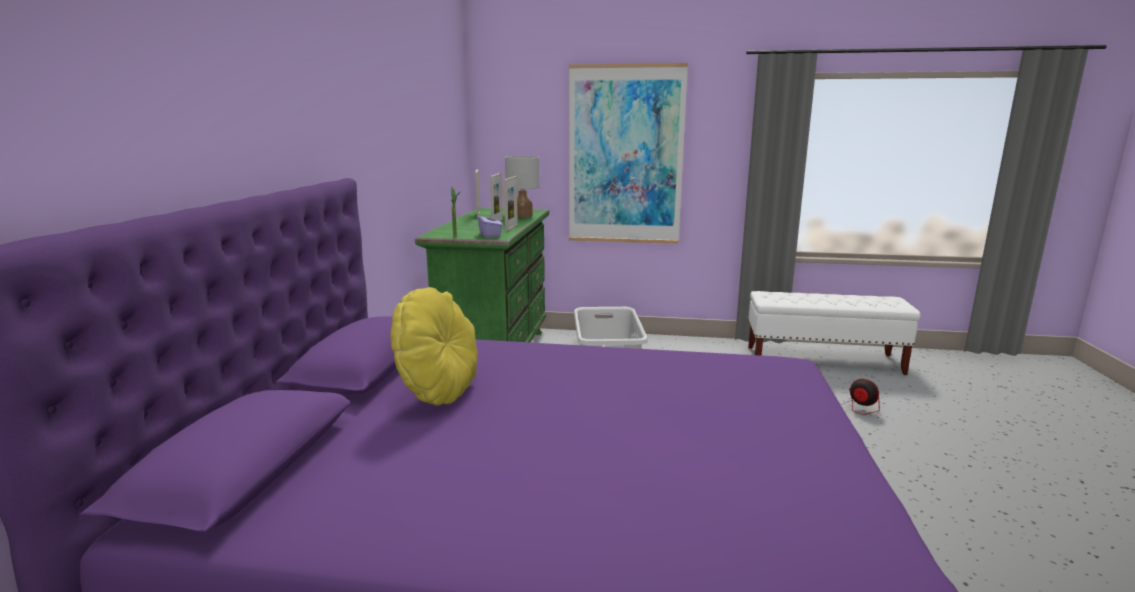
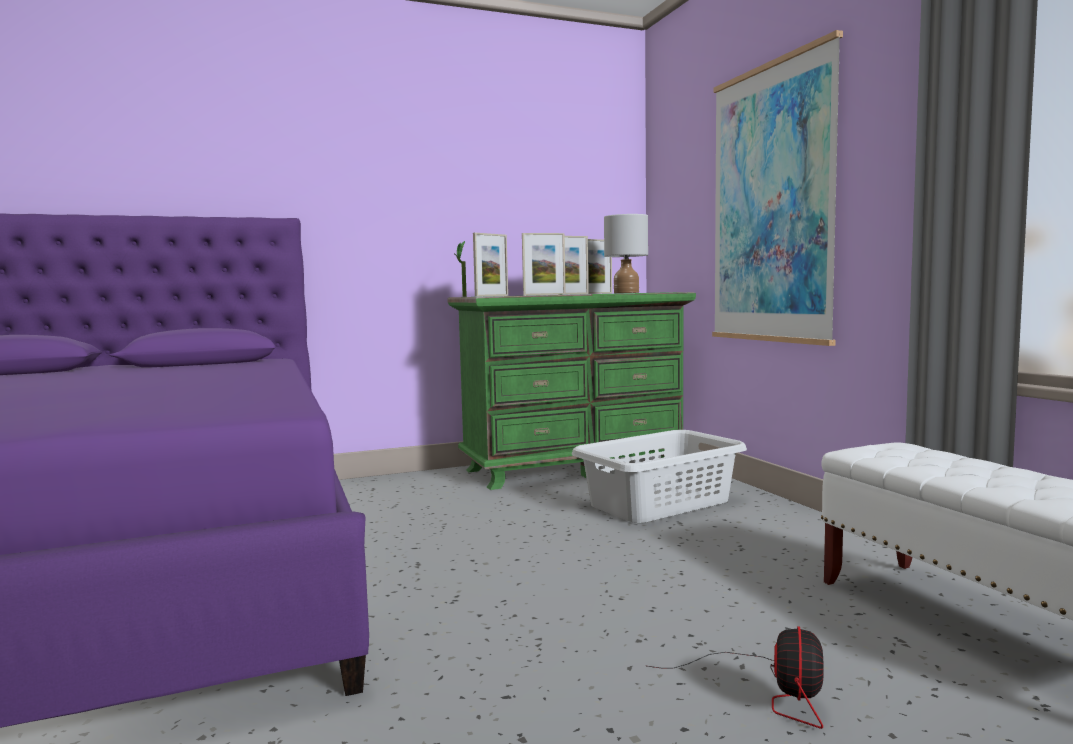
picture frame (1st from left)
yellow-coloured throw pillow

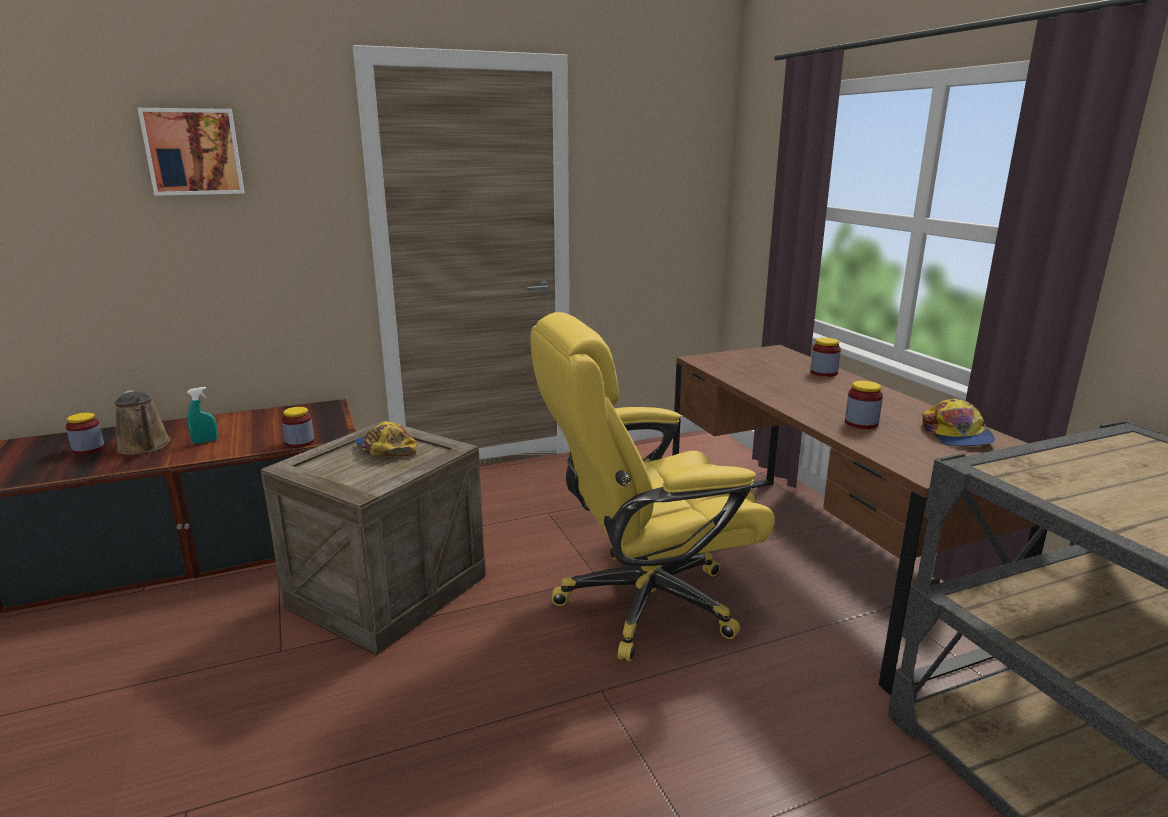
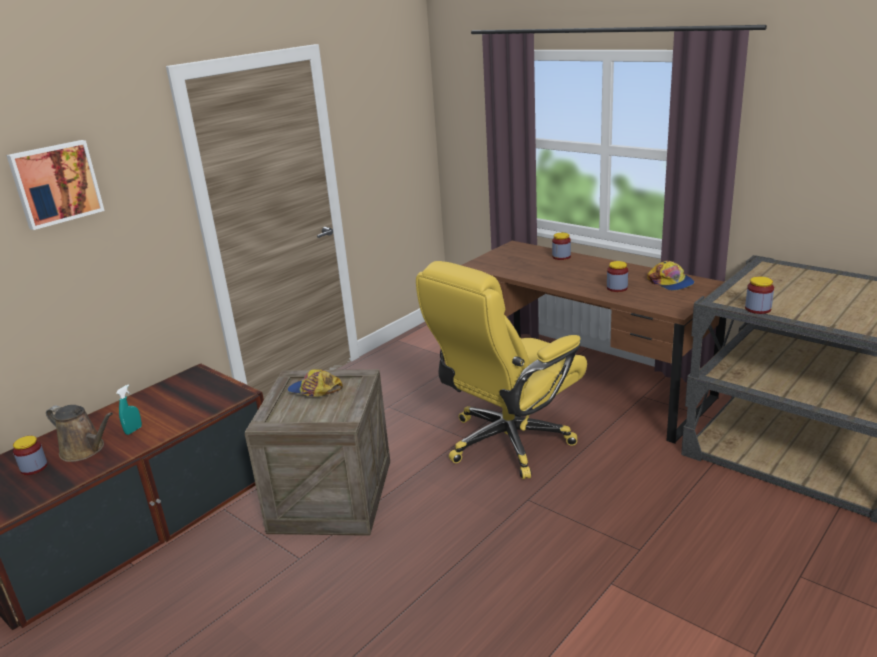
preserve jar (4th from left)

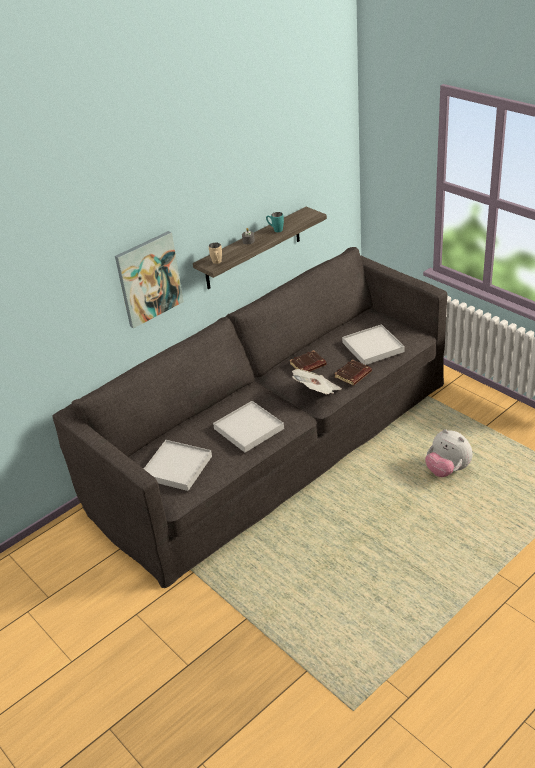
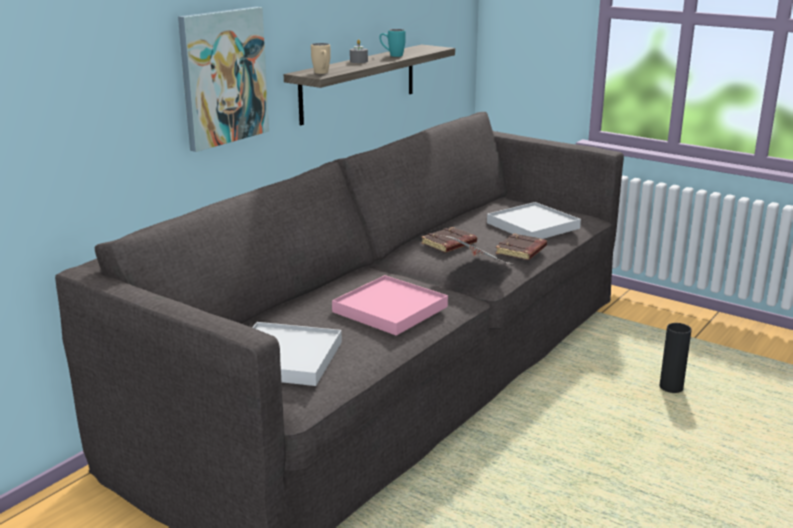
pink-coloured carrying tray
blackish decorative vase

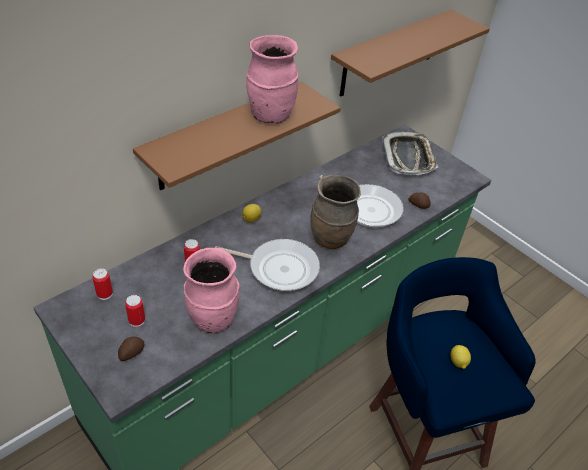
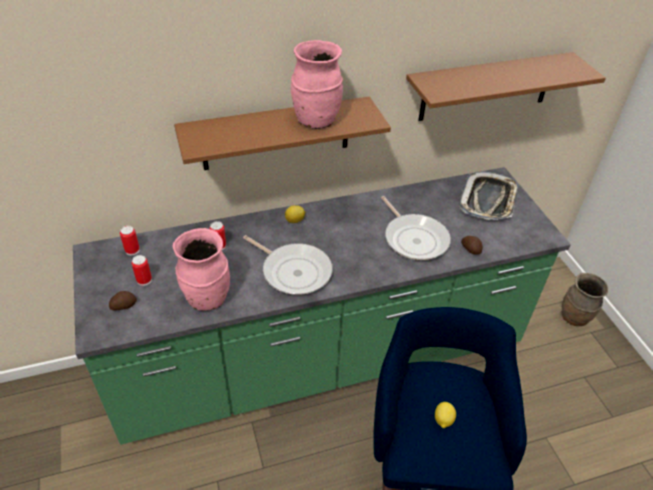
brown decorative vase

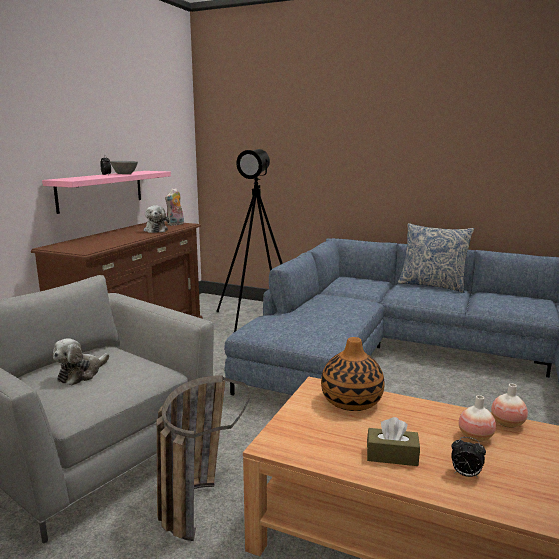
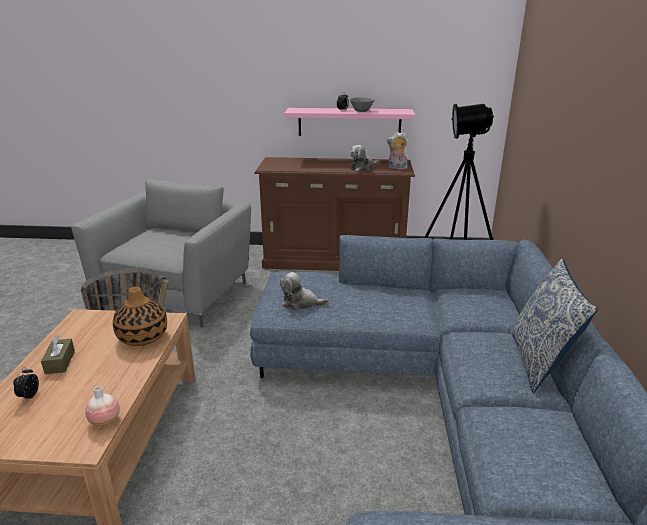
plush toy (1st from left)
decorative vase (2nd from left in the first image)

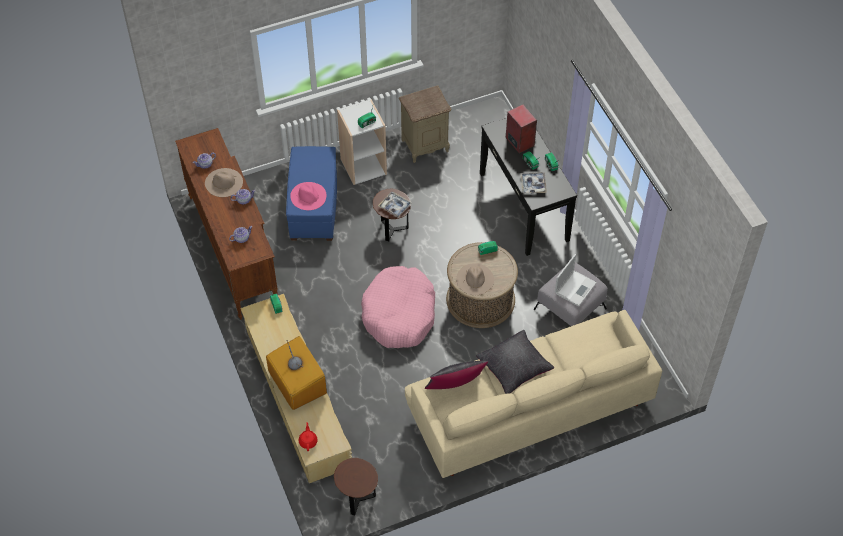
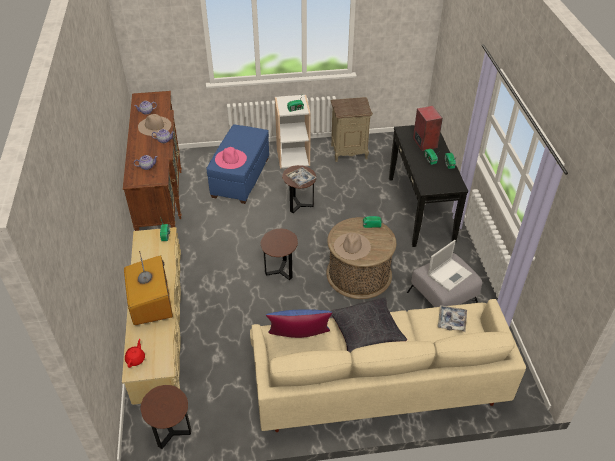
brown side table (2nd from left)
blue-coloured throw pillow
carrying tray (2nd from left)

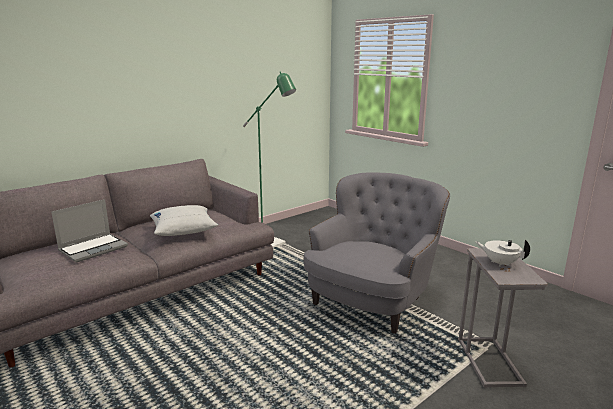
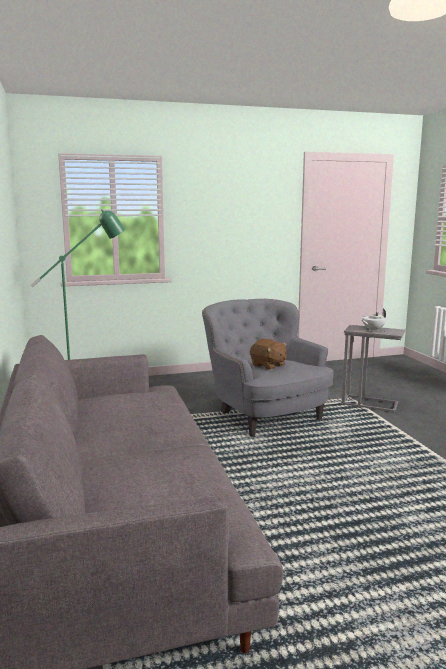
brown plush toy
notebook computer
gray throw pillow

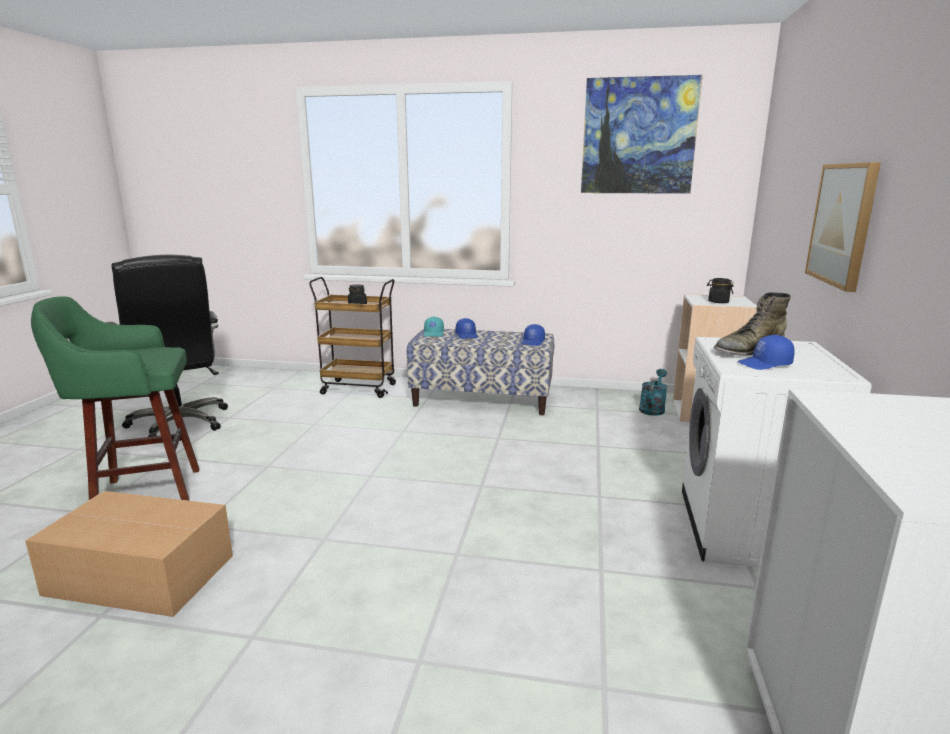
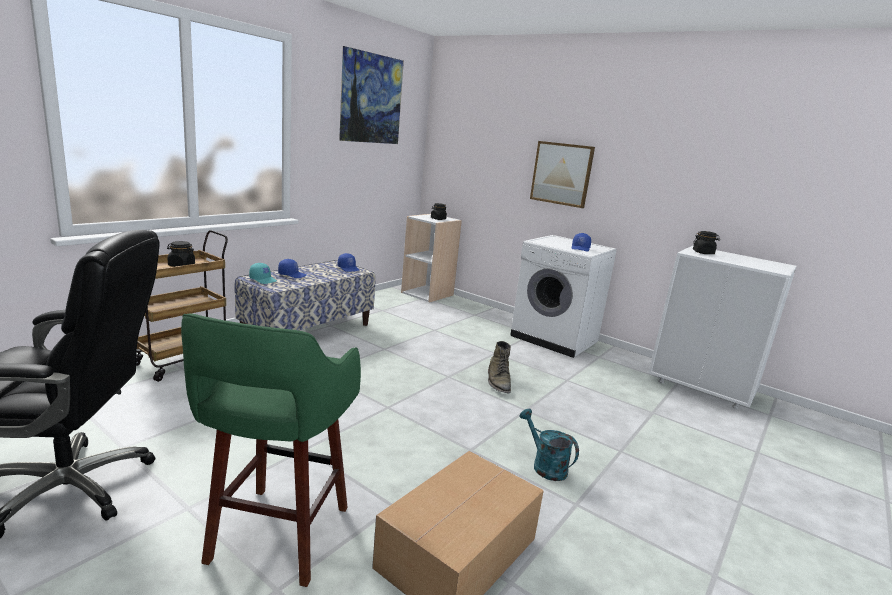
green-coloured tall boot
blue-green watering can
blackish preserve jar (3rd from left)

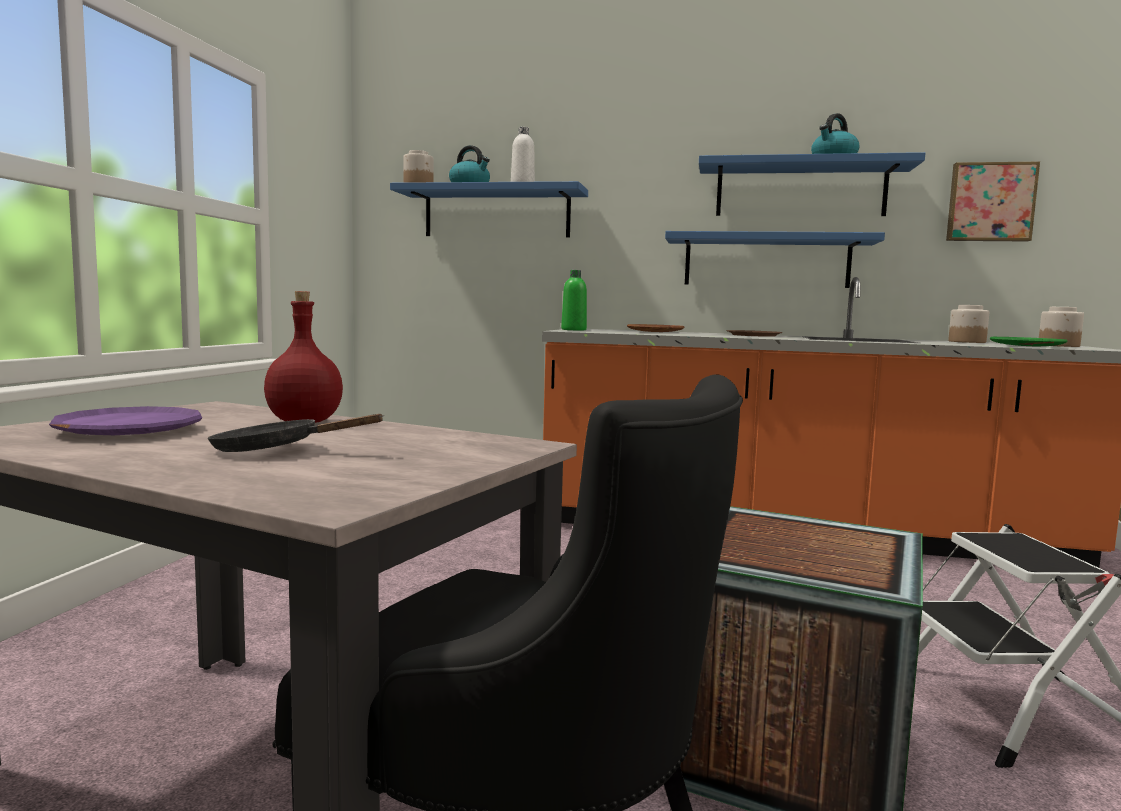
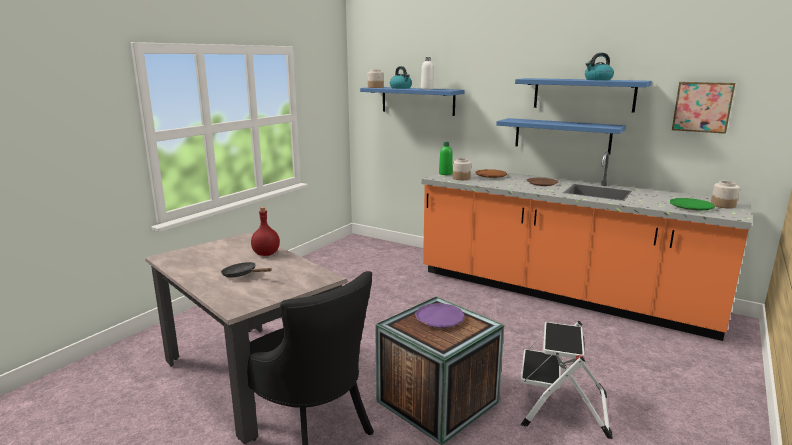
purplish flat dish
preserve jar (2nd from left)

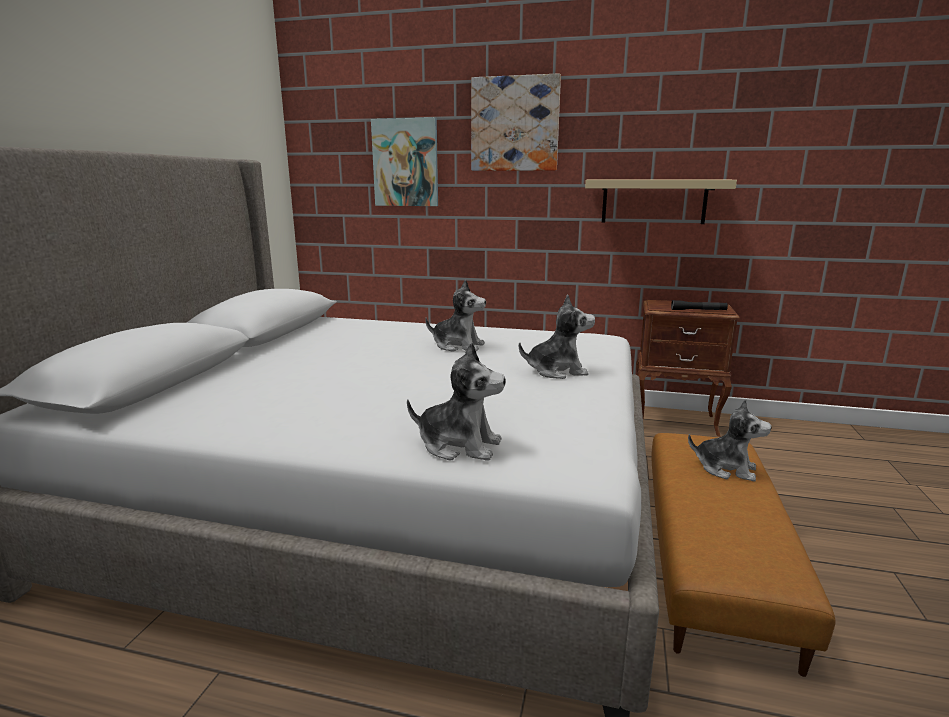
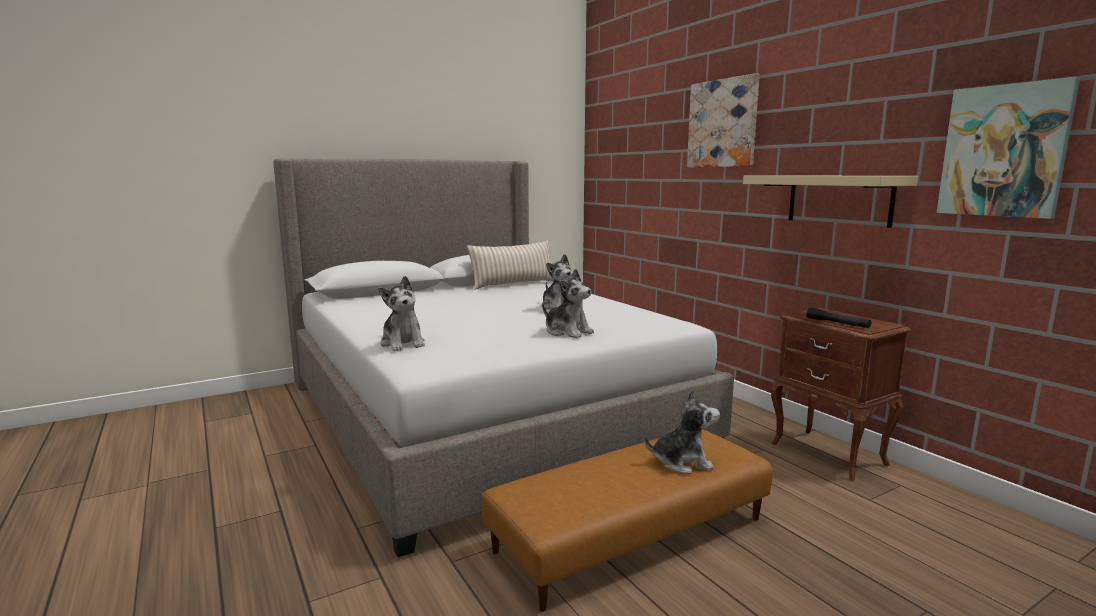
beige throw pillow
plush toy (4th from left)
picture (2nd from left)

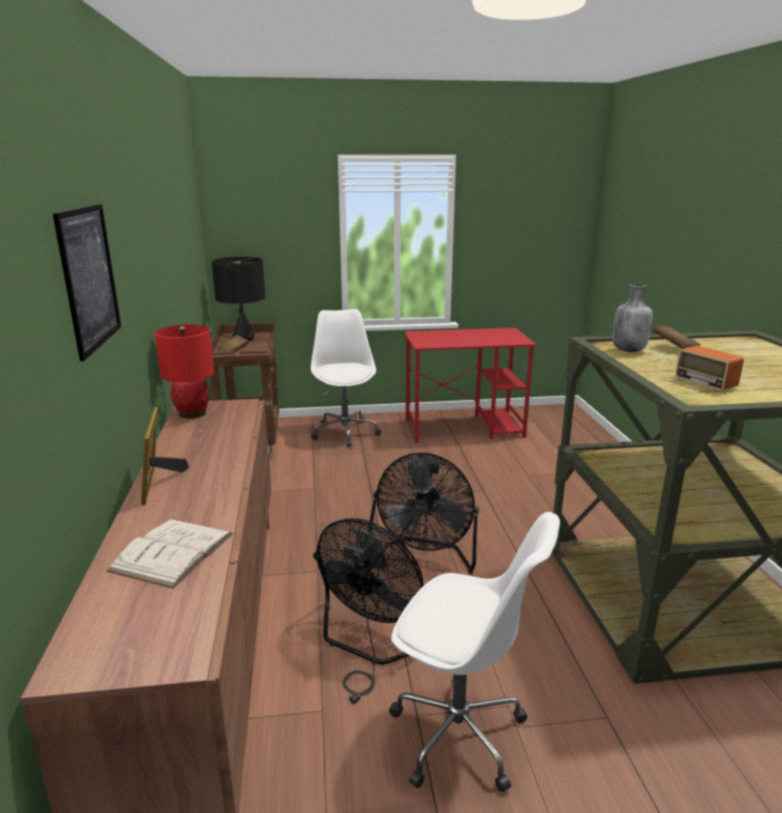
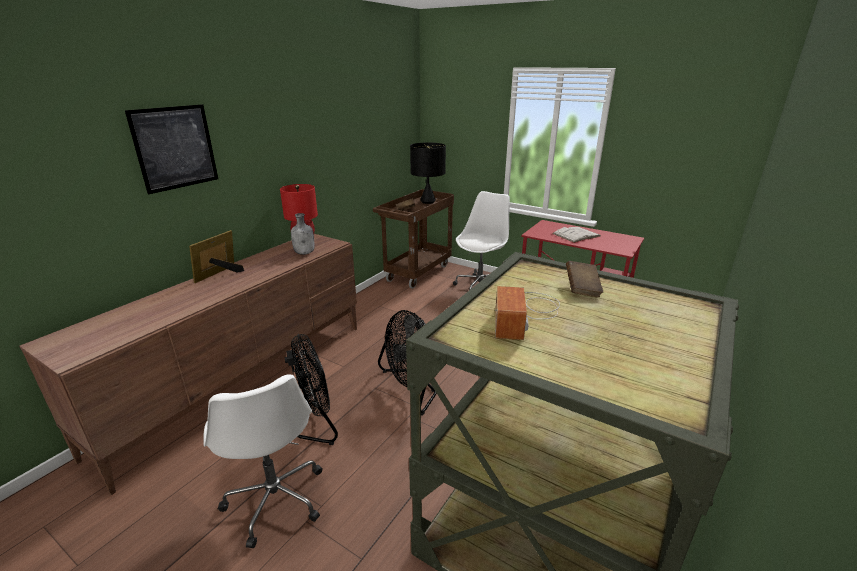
gray drink bottle
whitish bound book

